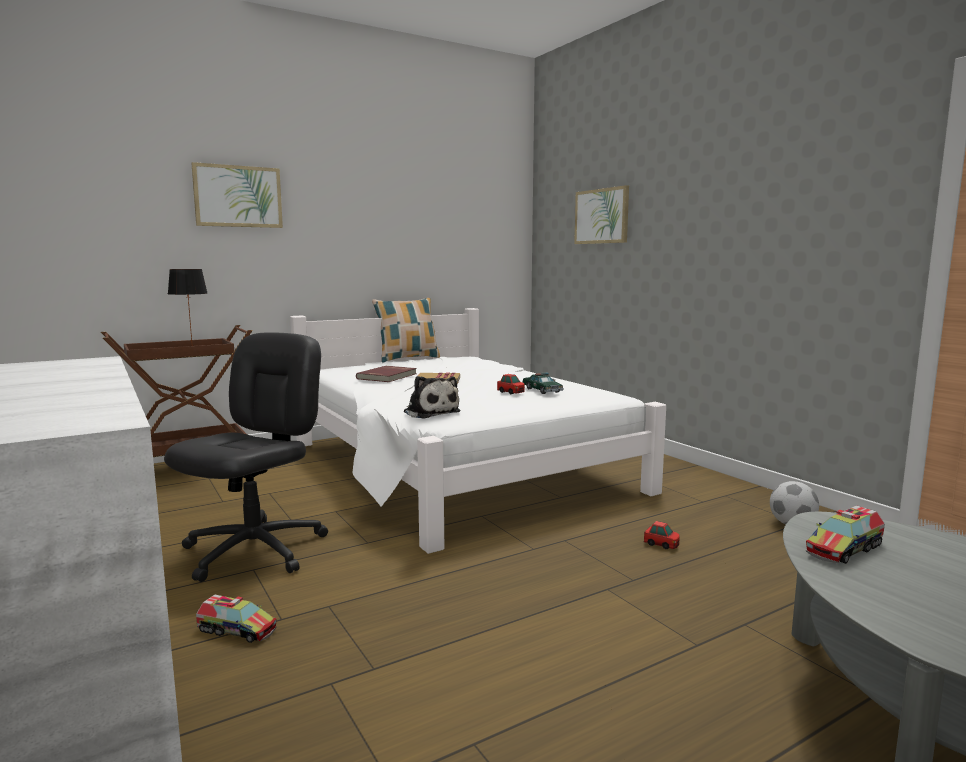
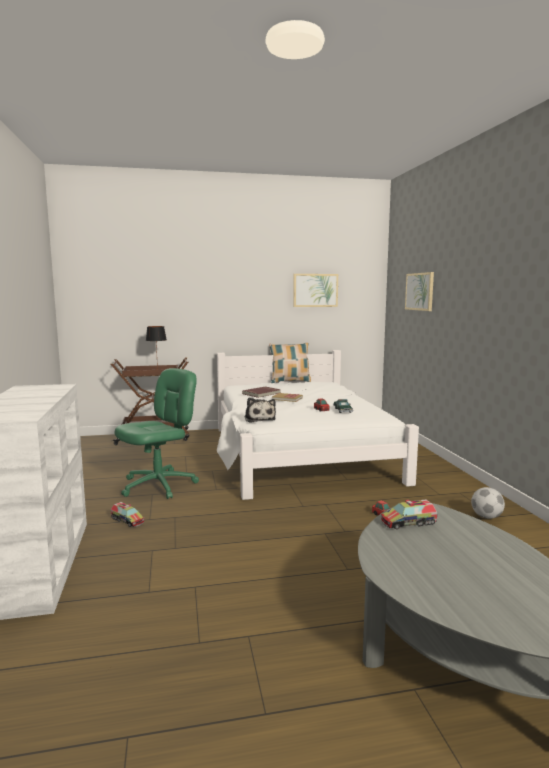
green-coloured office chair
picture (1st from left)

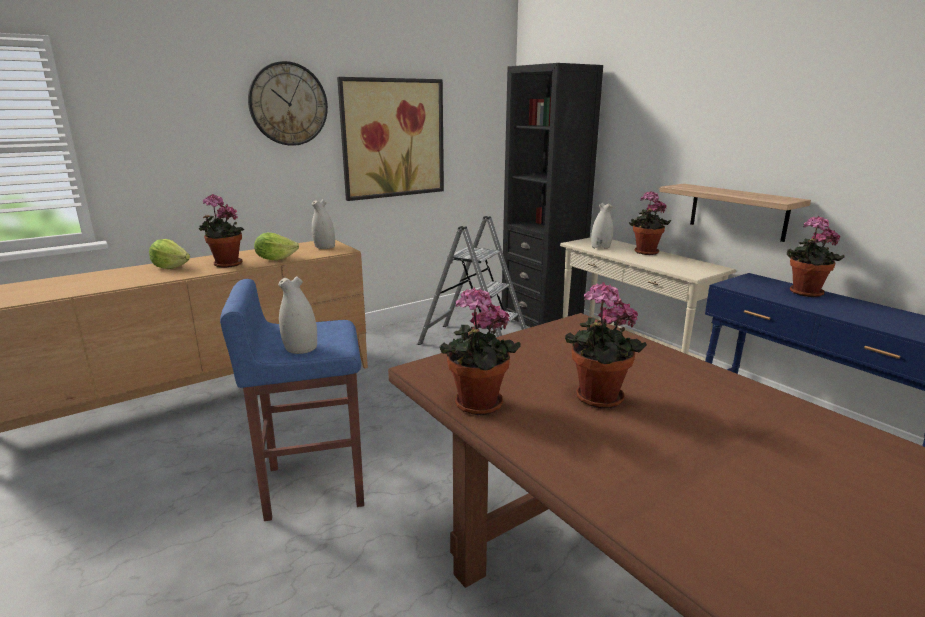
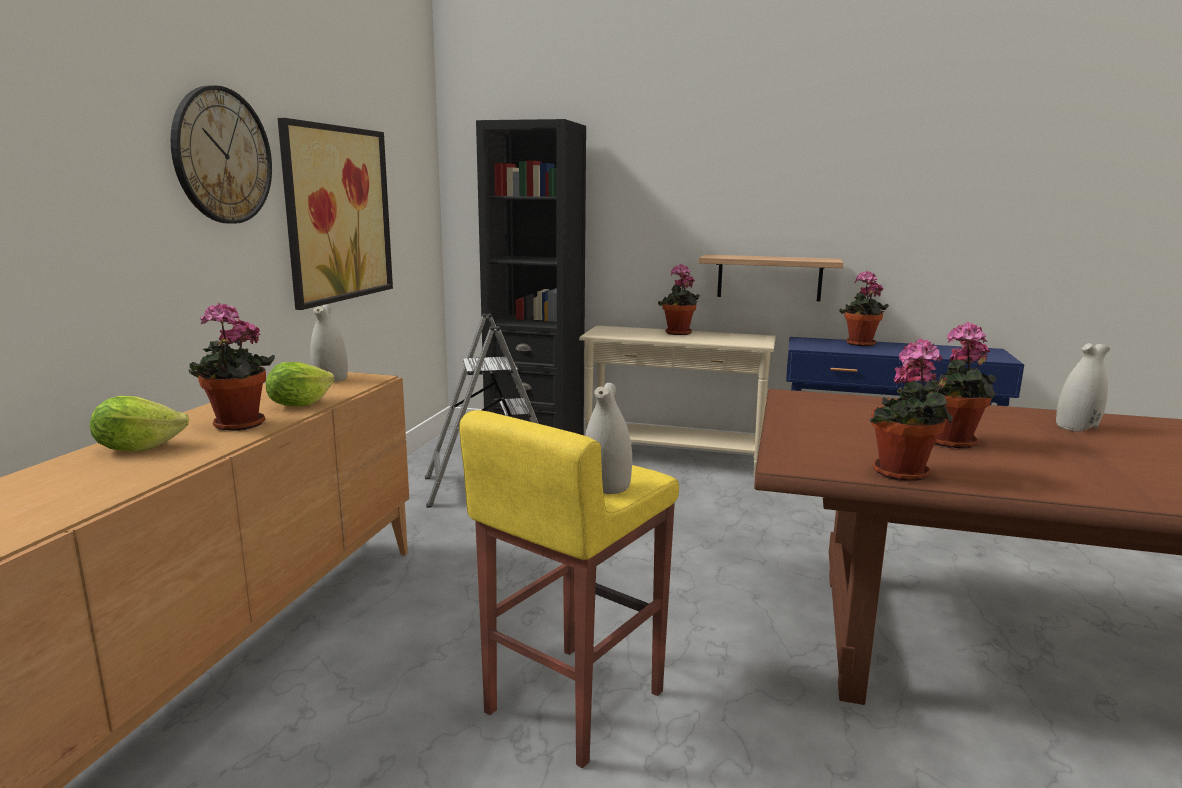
yellow-coloured stool seat
whitish decorative vase (3rd from left)

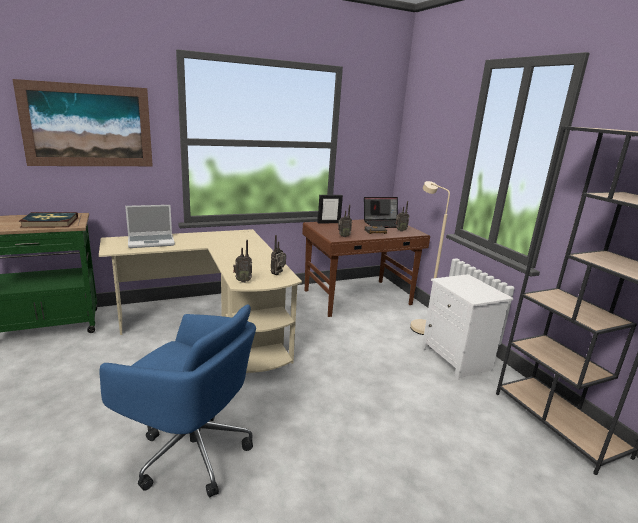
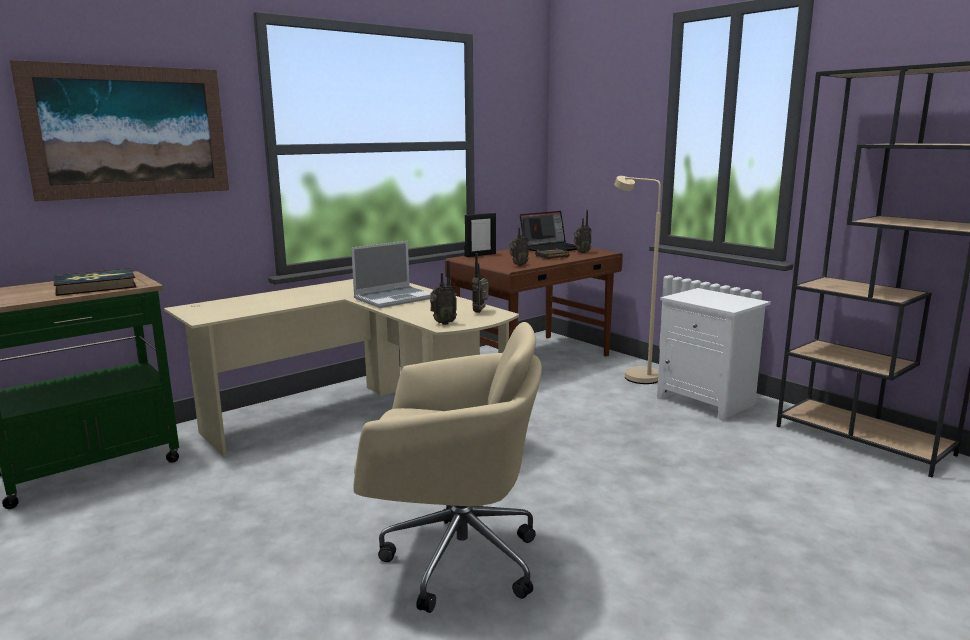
notebook computer (1st from left)
beige office chair

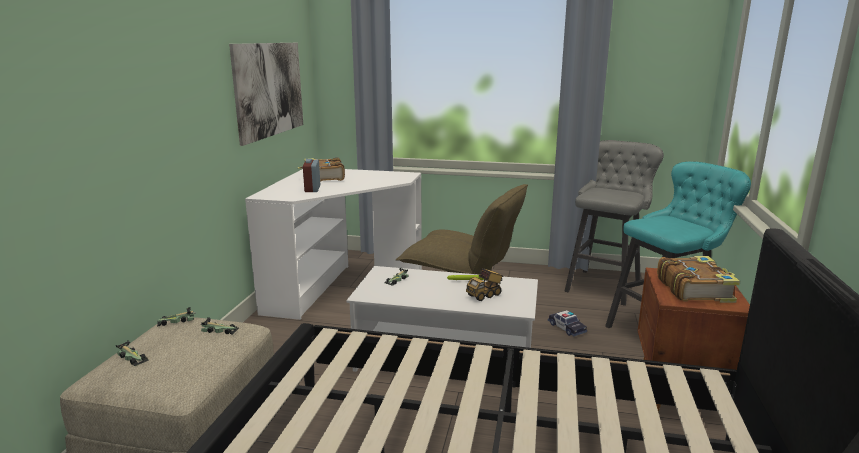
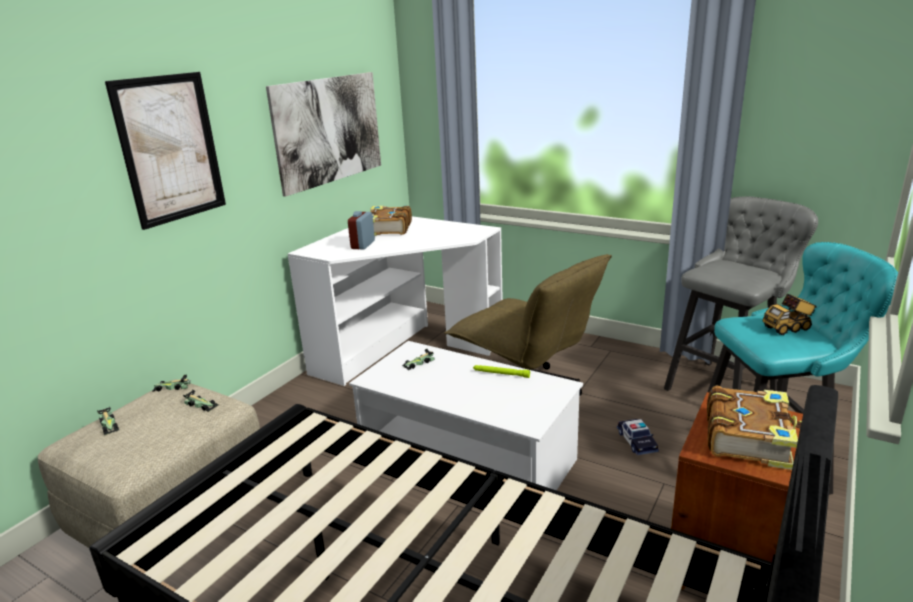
picture (1st from left)
toy truck

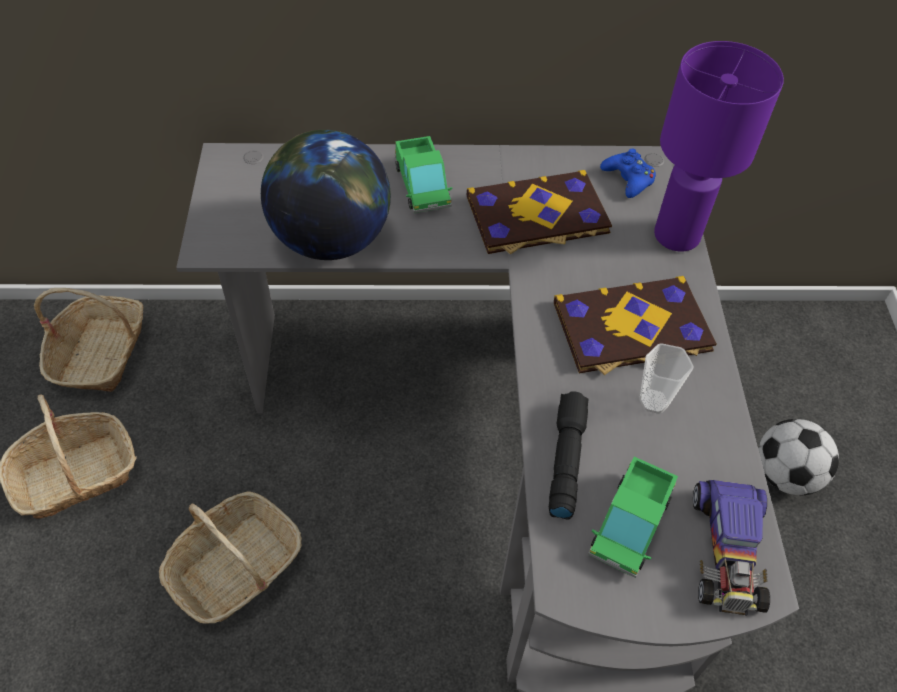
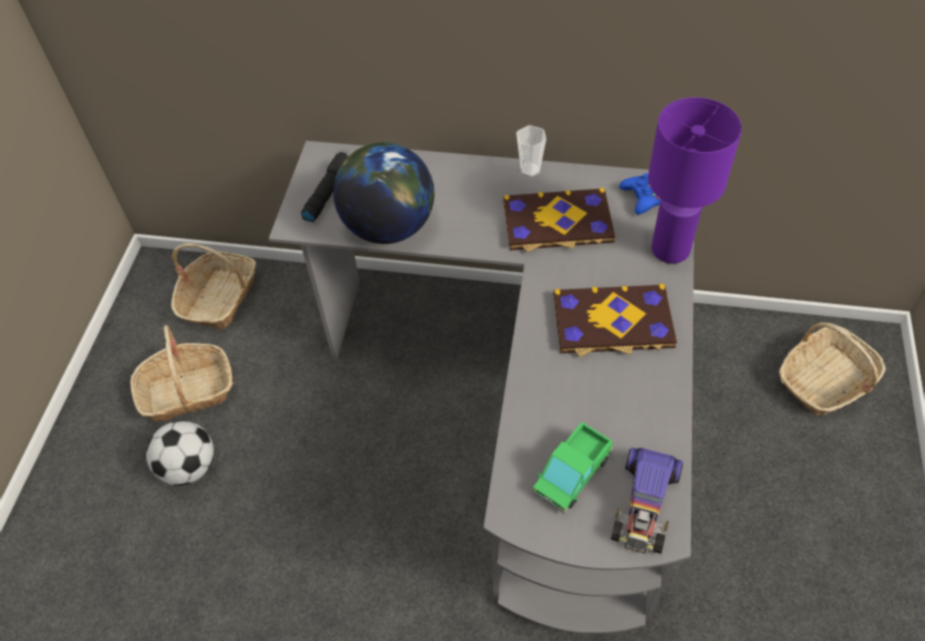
football ball
blackish torch
drinking cup
storage basket (3rd from left)
toy truck (1st from left in the first image)

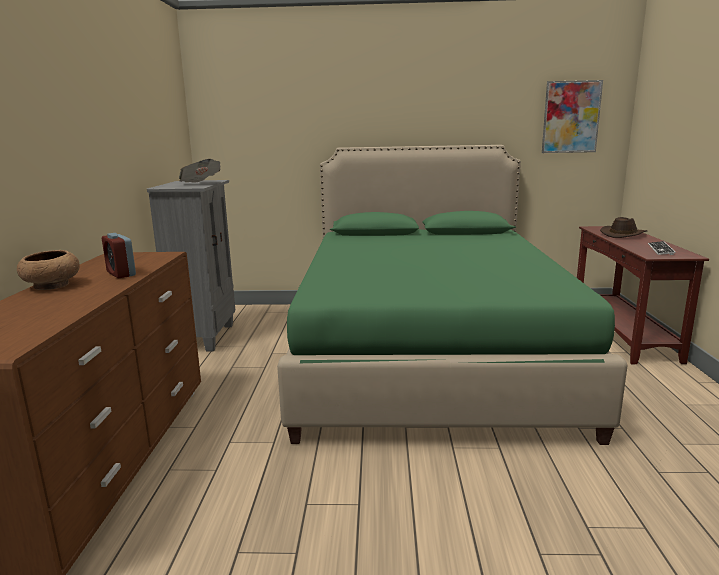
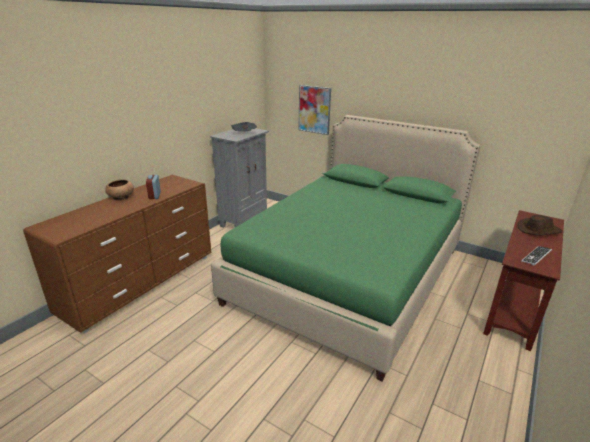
picture

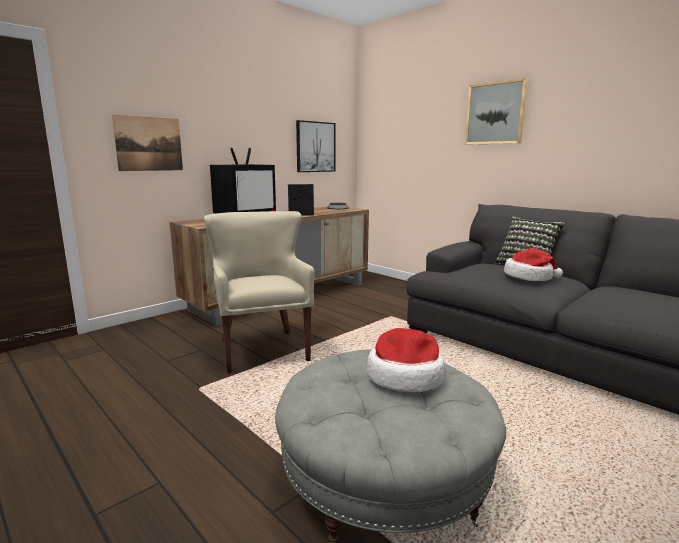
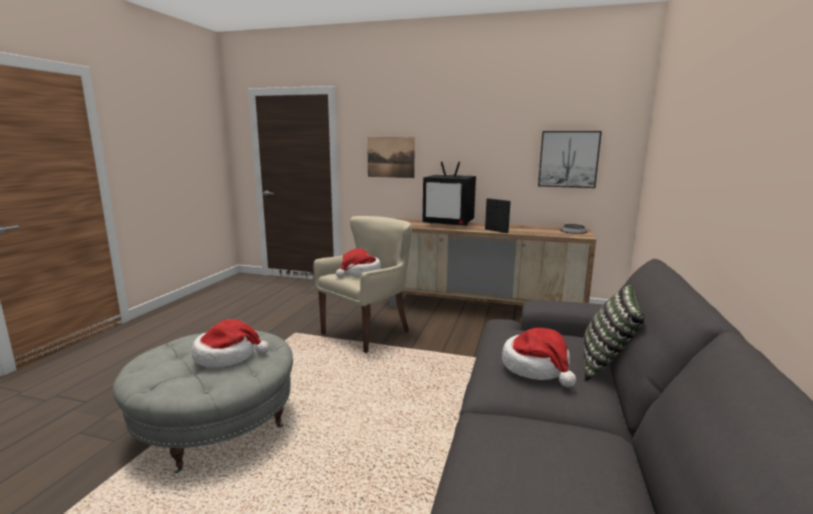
wearable hat (2nd from left)
picture (3rd from left in the first image)

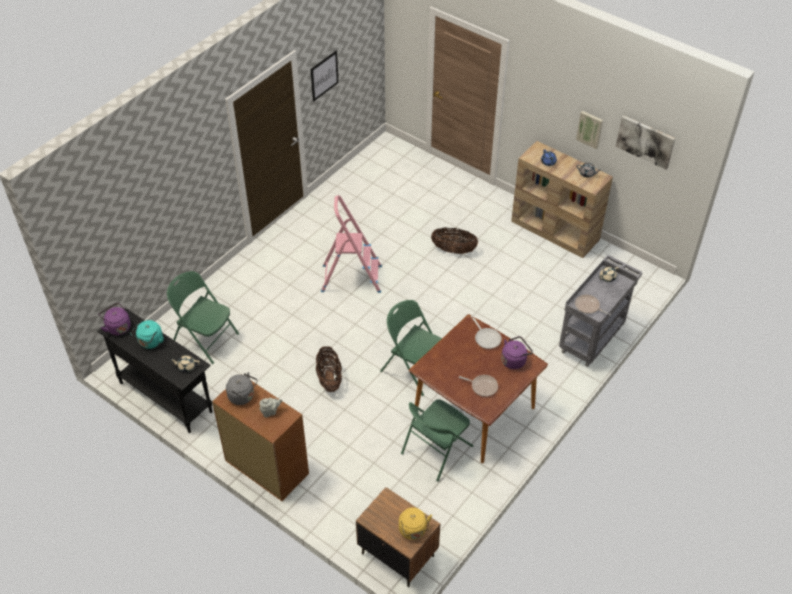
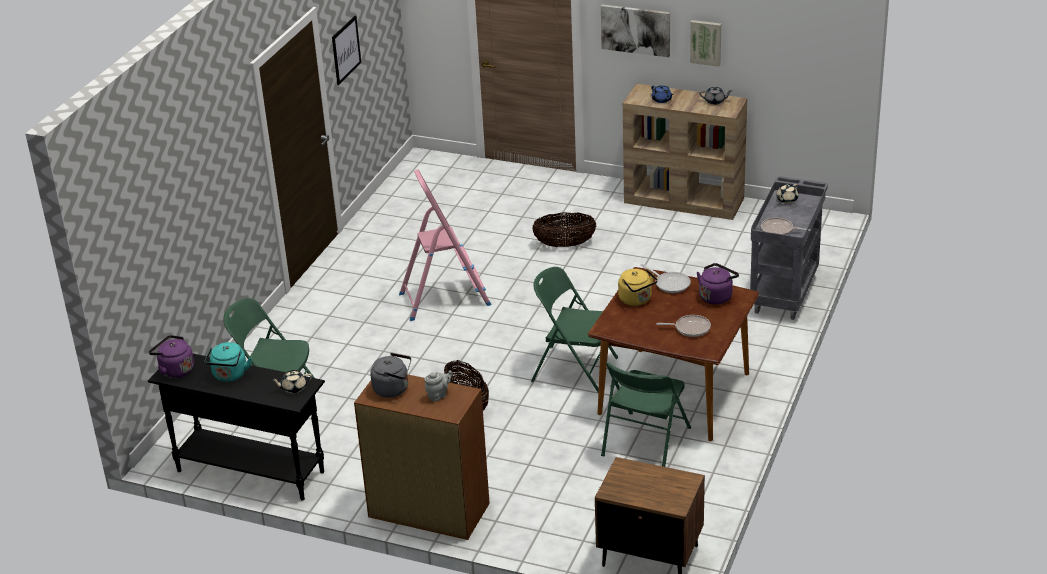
picture (2nd from left)
yellow-coloured tea kettle

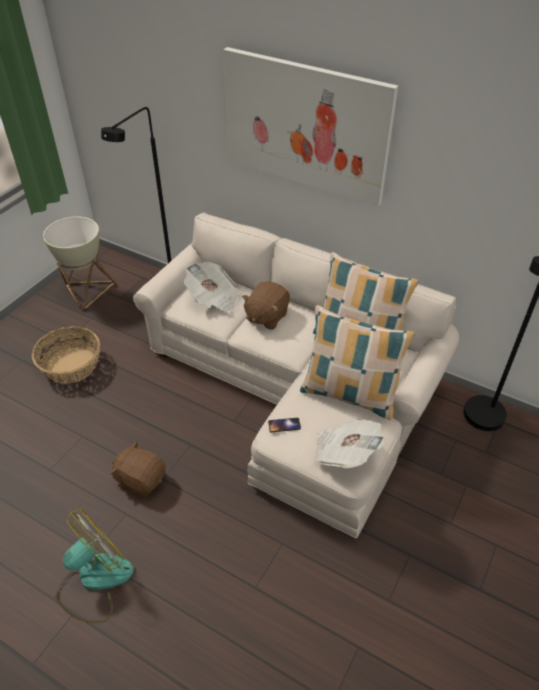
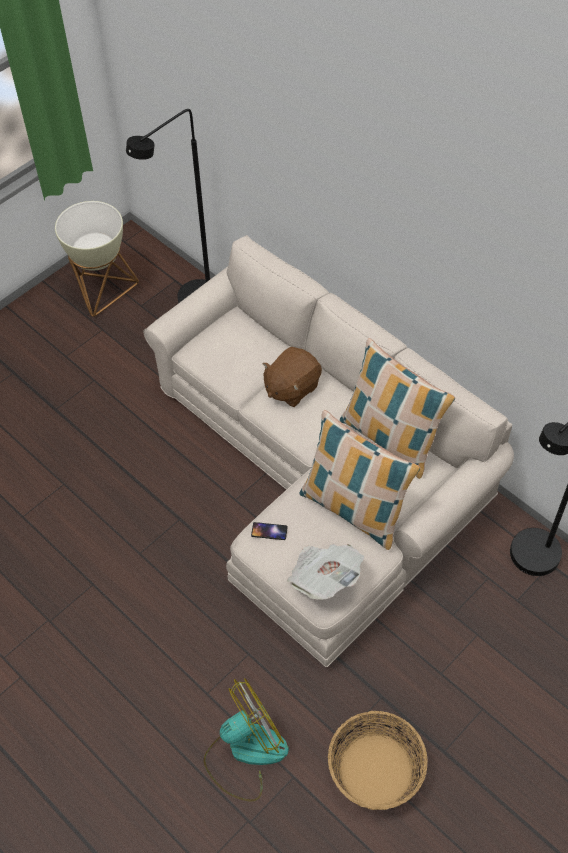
electric fan
storage basket
brown plush toy (1st from left in the first image)
printed paper (1st from left in the first image)
picture

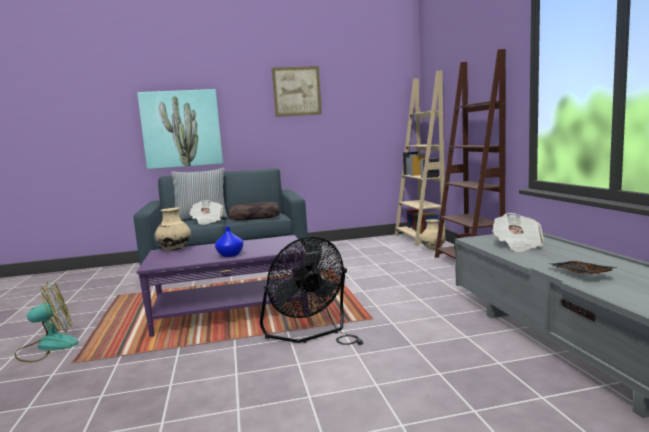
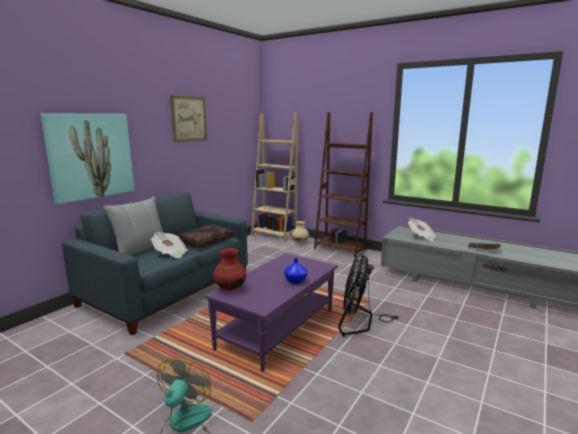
red-coloured decorative vase

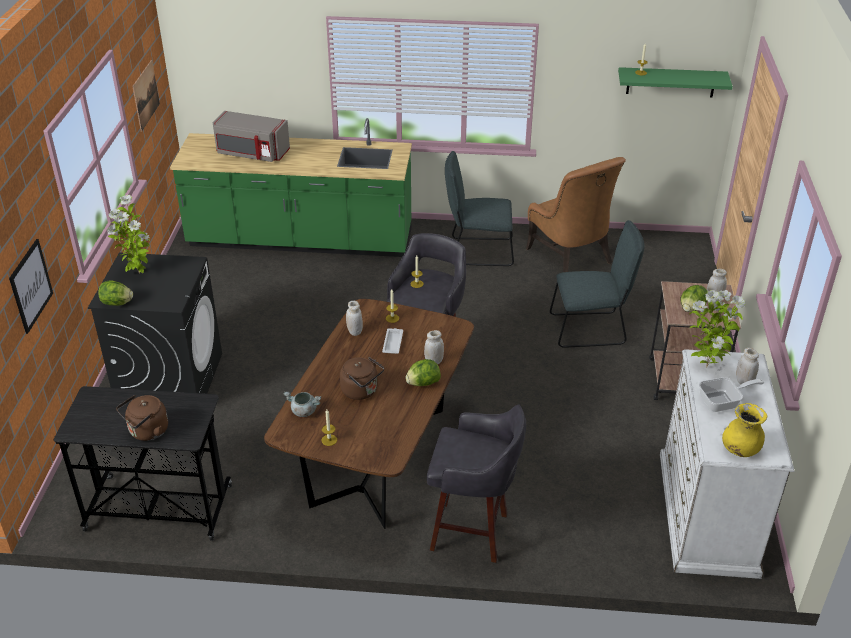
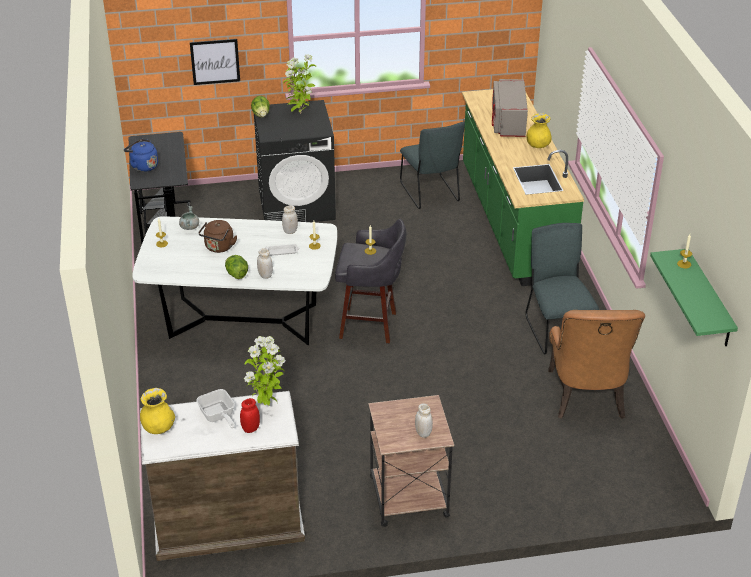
blue-coloured tea kettle
whitish kitchen table
red-coloured preserve jar
gray plain chair (1st from left)
yellow-coloured decorative vase (2nd from left)
brown plain chair
picture (2nd from left in the first image)
gray stool seat (2nd from left in the first image)
lettuce head (3rd from left in the first image)

